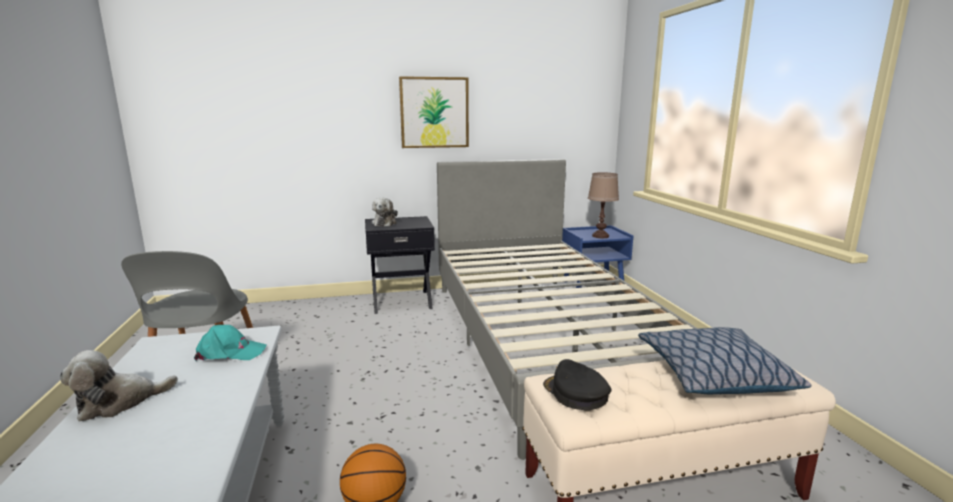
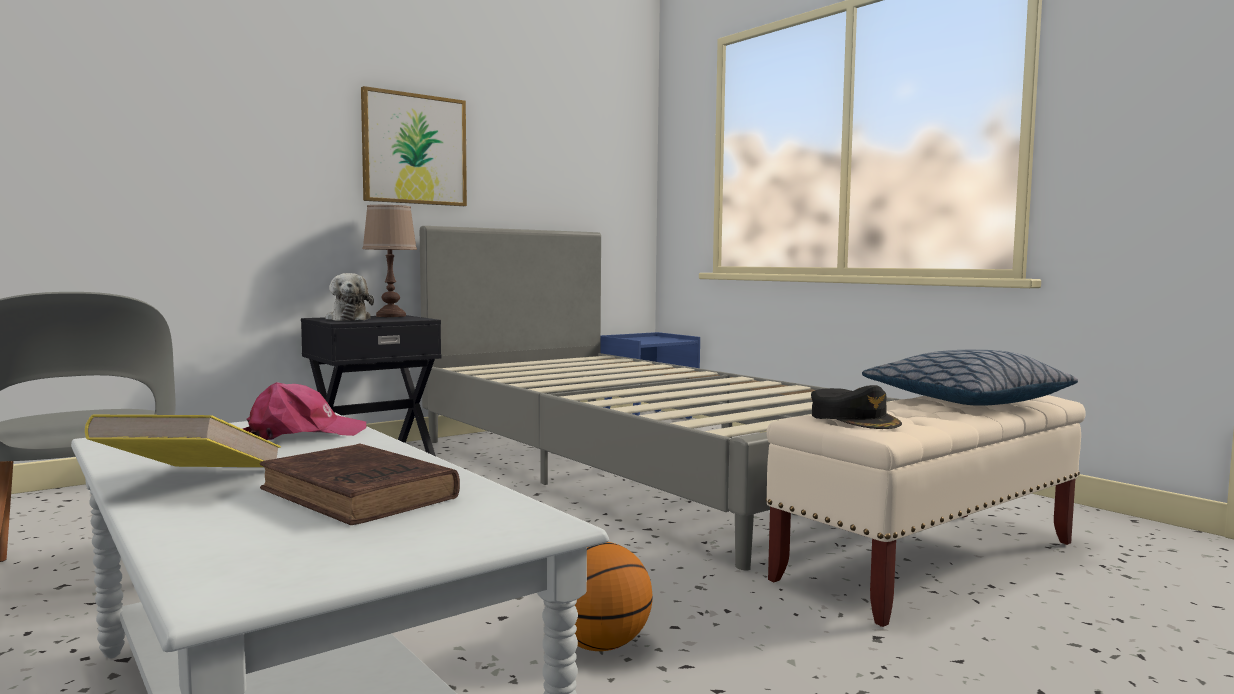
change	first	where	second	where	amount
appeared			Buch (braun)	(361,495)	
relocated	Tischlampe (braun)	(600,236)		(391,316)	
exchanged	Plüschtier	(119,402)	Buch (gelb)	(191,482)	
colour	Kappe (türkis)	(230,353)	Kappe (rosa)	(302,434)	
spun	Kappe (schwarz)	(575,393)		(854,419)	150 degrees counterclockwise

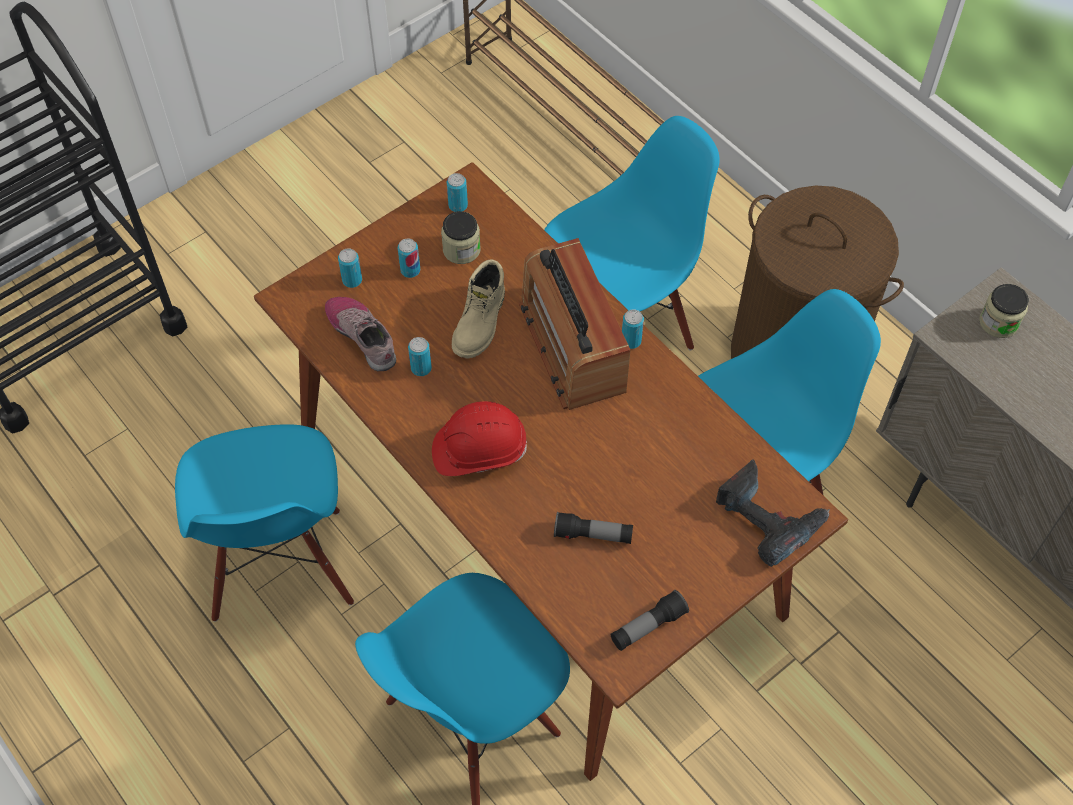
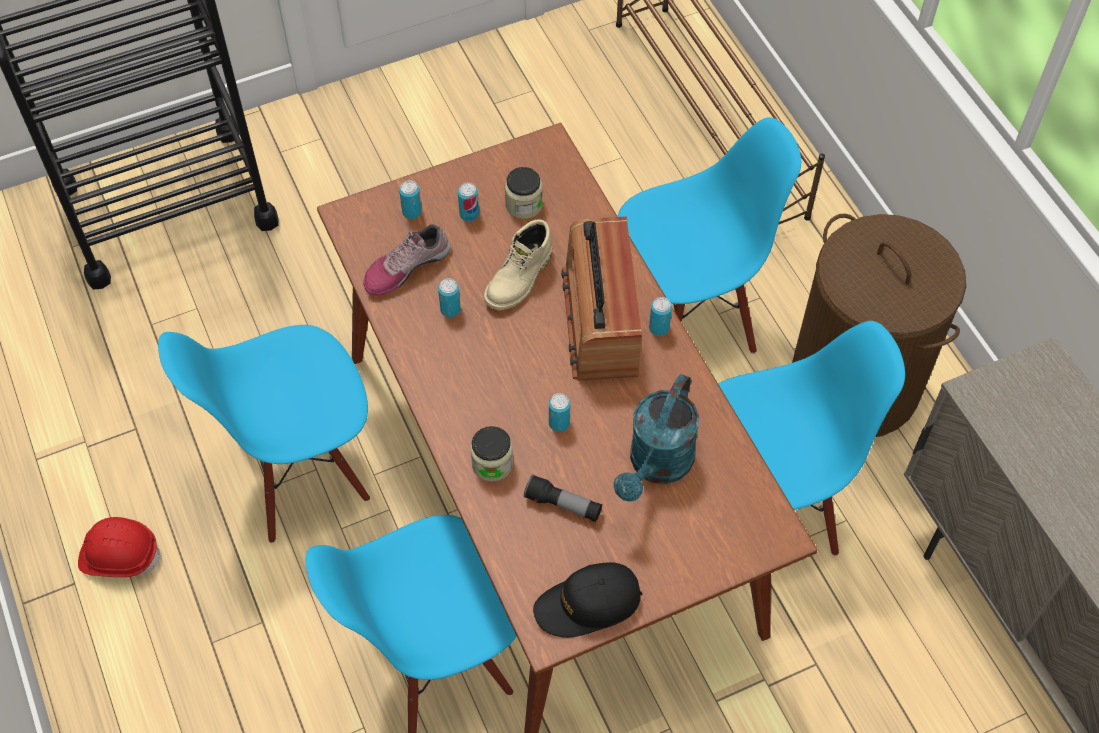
change	first	where	second	where	amount
missing	Bohrmaschine	(768,518)			
appeared			Gießkanne (türkis)	(656,466)	
relocated	Schutzhelm (rot)	(479,450)		(120,555)	
relocated	Dose	(458,205)		(559,423)	
relocated	Vorratsglas	(998,322)		(492,463)	
exchanged	Taschenlampe	(648,626)	Kappe (schwarz)	(588,604)	
spun	Stuhl (blau)	(281,566)		(298,469)	60 degrees clockwise
spun	Schuh	(363,336)		(406,267)	105 degrees counterclockwise

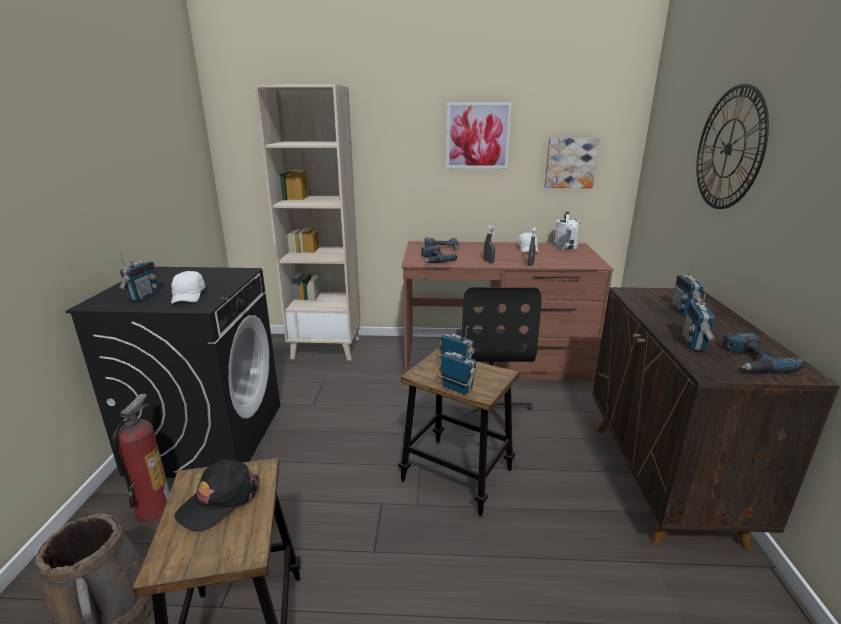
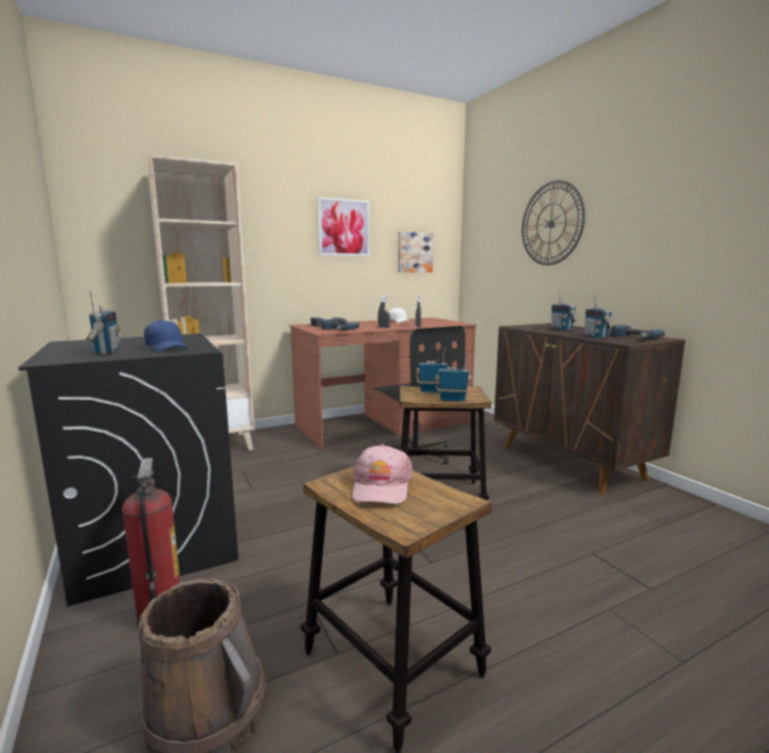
change	first	where	second	where	amount
missing	Gießkanne (weiß)	(566,247)			
colour	Kappe (weiß)	(188,296)	Kappe (blau)	(167,348)	
colour	Kappe (schwarz)	(219,500)	Kappe (rosa)	(381,486)	

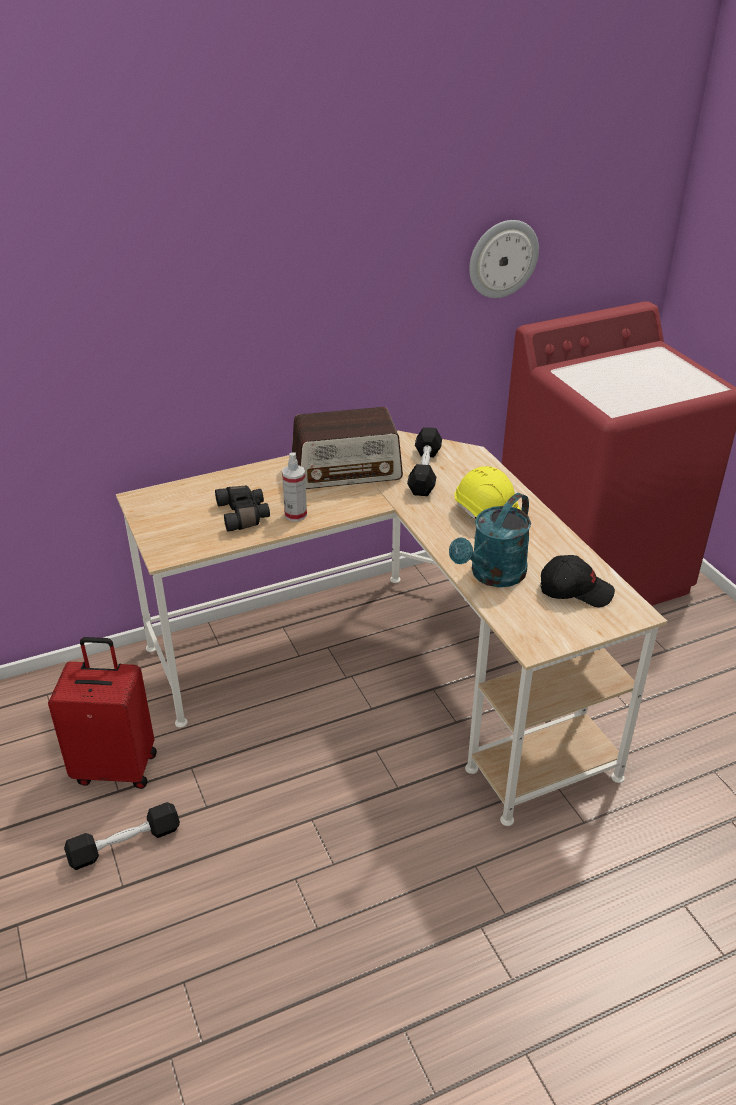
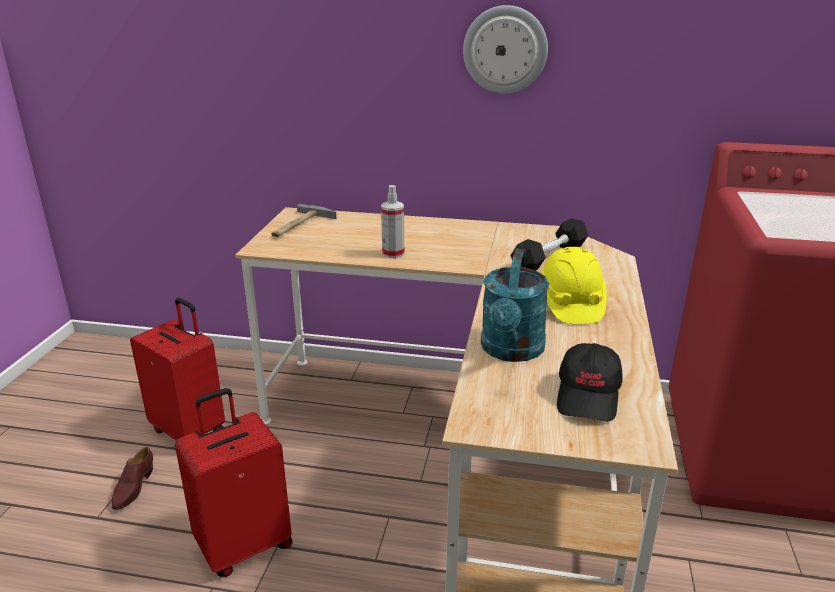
change	first	where	second	where	amount
missing	Fernglas (schwarz)	(244,515)			
missing	Radio	(347,470)			
appeared			Koffer (rot)	(244,545)	
appeared			Hammer	(299,225)	
relocated	Wanduhr	(502,258)		(505,50)	
exchanged	Hantel (schwarz)	(124,844)	Schuh (braun)	(133,487)	
spun	Gießkanne (türkis)	(492,576)		(511,351)	60 degrees counterclockwise
spun	Kappe (schwarz)	(575,590)		(589,395)	60 degrees clockwise

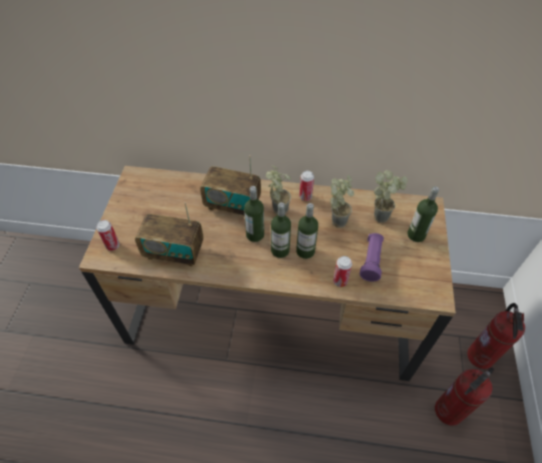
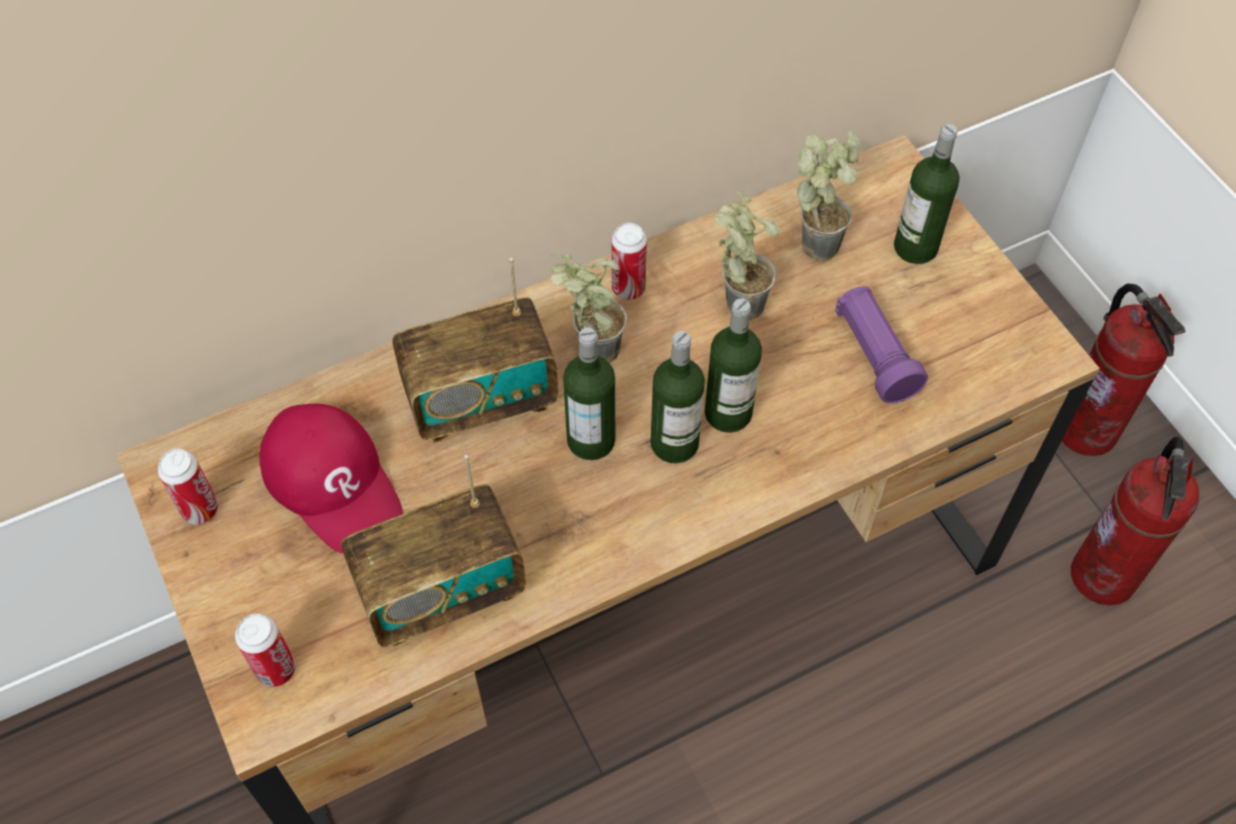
change	first	where	second	where	amount
appeared			Kappe (rot)	(333,481)	
relocated	Dose	(340,281)		(200,509)	

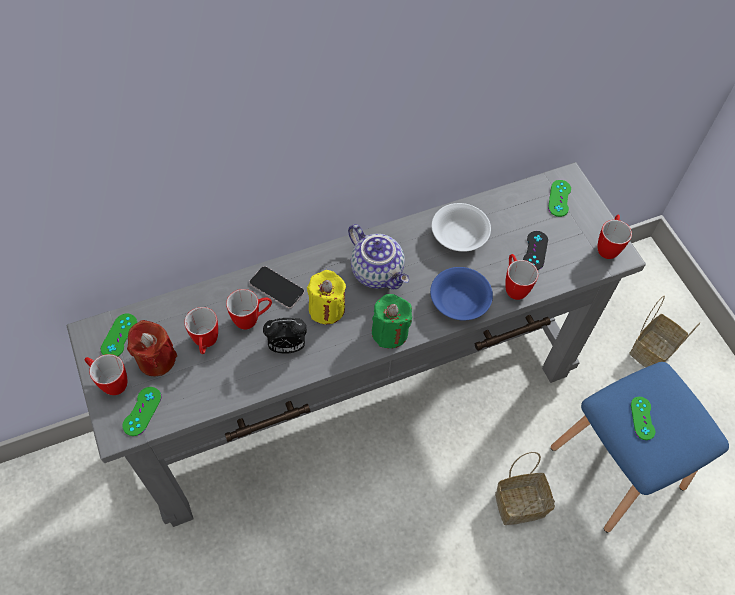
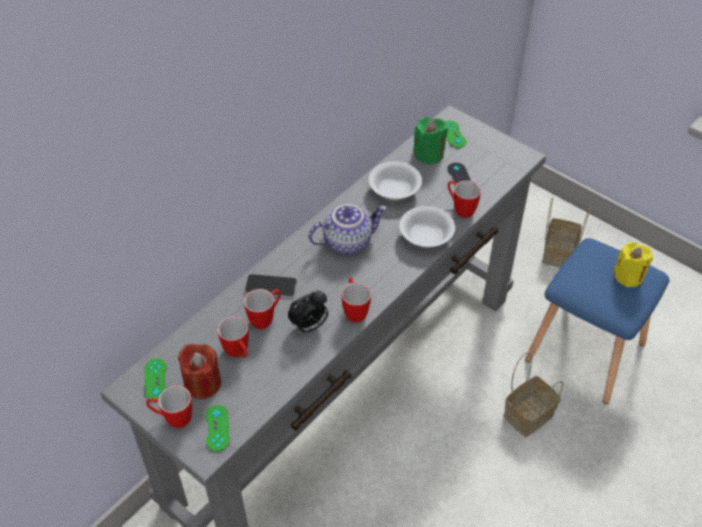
change	first	where	second	where	amount
missing	Gamepad (grün)	(642,418)			
relocated	Kerze (gelb)	(326,309)		(628,276)	
relocated	Kerze (grün)	(390,332)		(429,154)	
relocated	Henkelbecher	(608,246)		(354,310)	
colour	Schüssel (blau)	(458,302)	Schüssel (weiß)	(425,237)	
spun	Teekanne	(378,272)		(347,241)	45 degrees counterclockwise

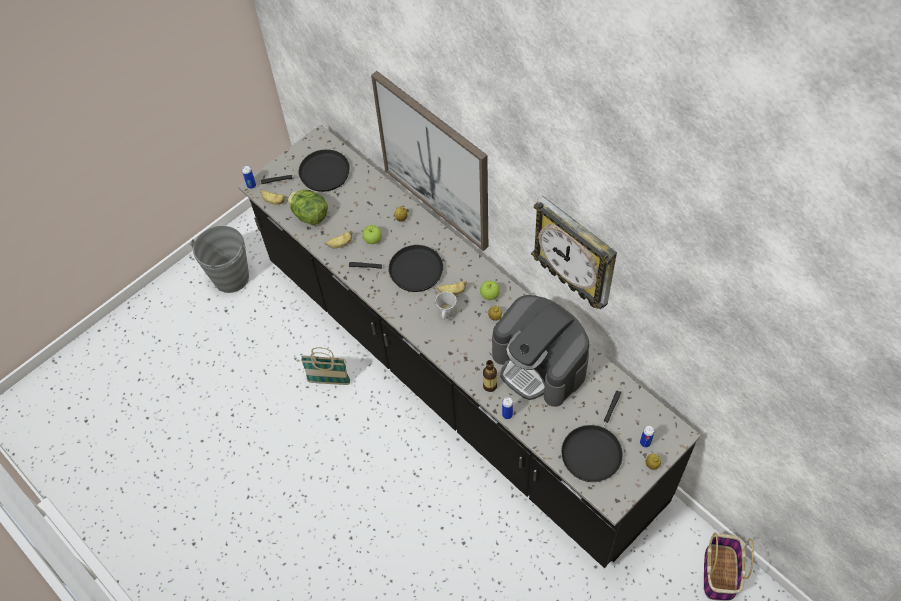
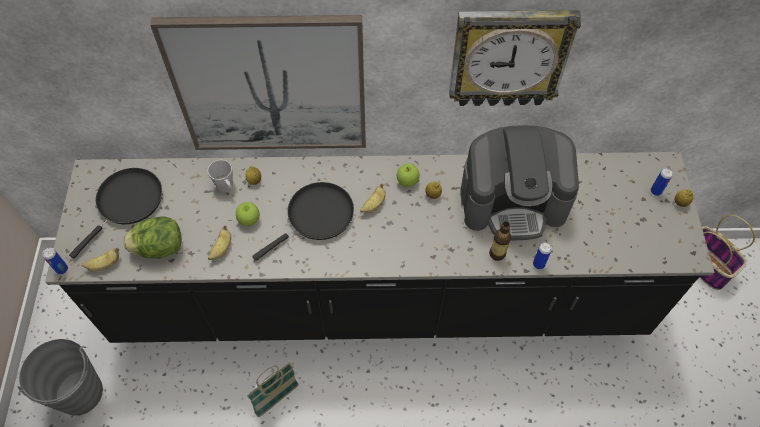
change	first	where	second	where	amount
missing	Pfanne (schwarz)	(593,451)			
relocated	Henkelbecher (grau)	(446,315)		(226,187)	

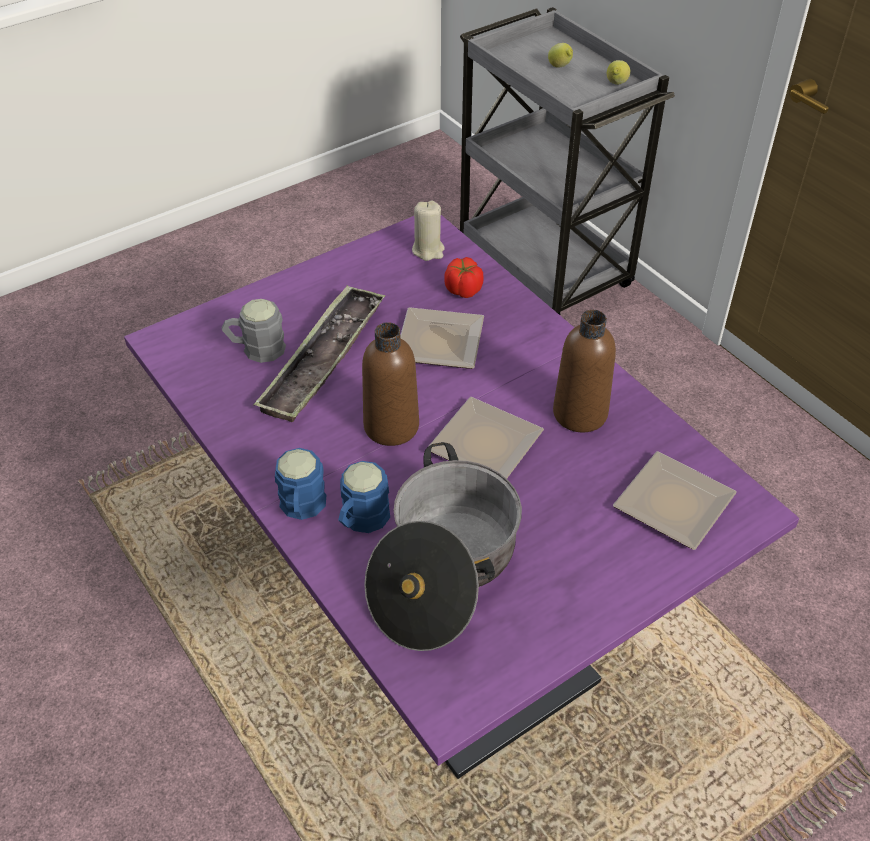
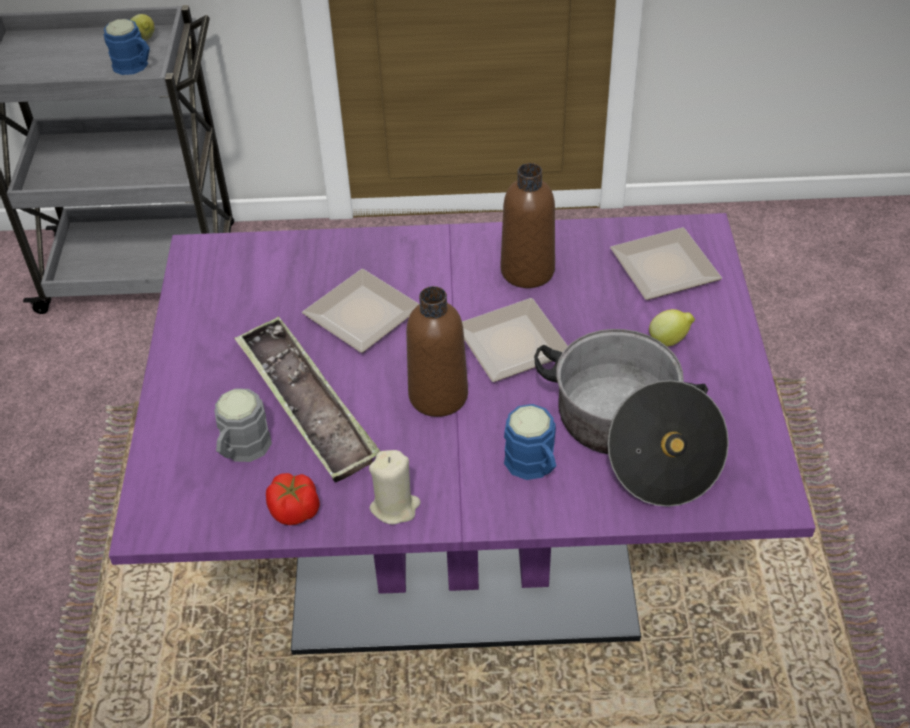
change	first	where	second	where	amount
relocated	Henkelbecher (blau)	(302,508)		(135,66)	
relocated	Kerze (beige)	(428,250)		(395,507)	
relocated	Tomate	(463,290)		(295,511)	
relocated	Zitrone	(560,67)		(669,340)	

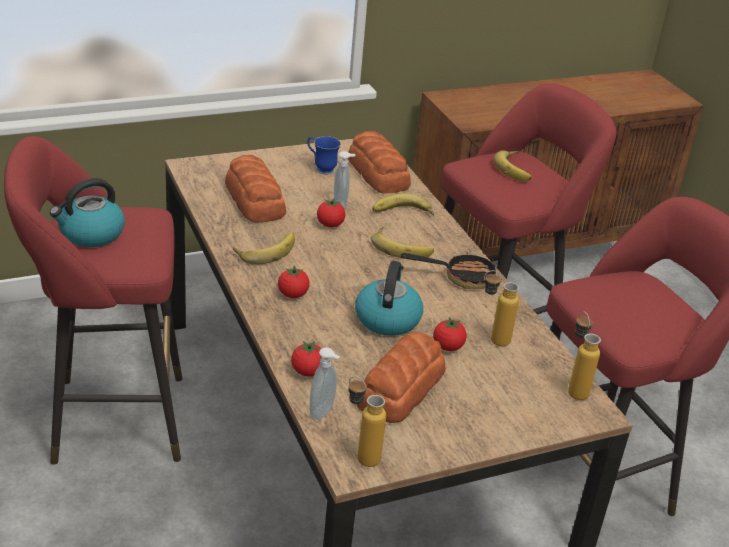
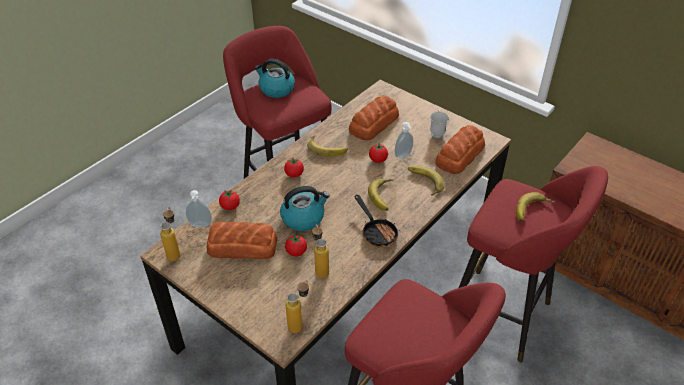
change	first	where	second	where	amount
colour	Henkelbecher (blau)	(321,168)	Henkelbecher (weiß)	(437,132)	

